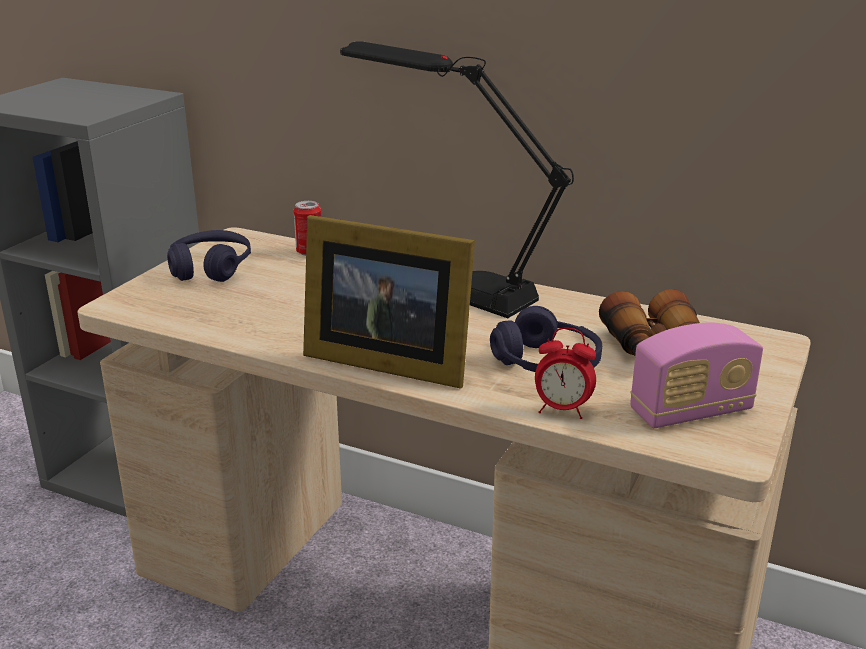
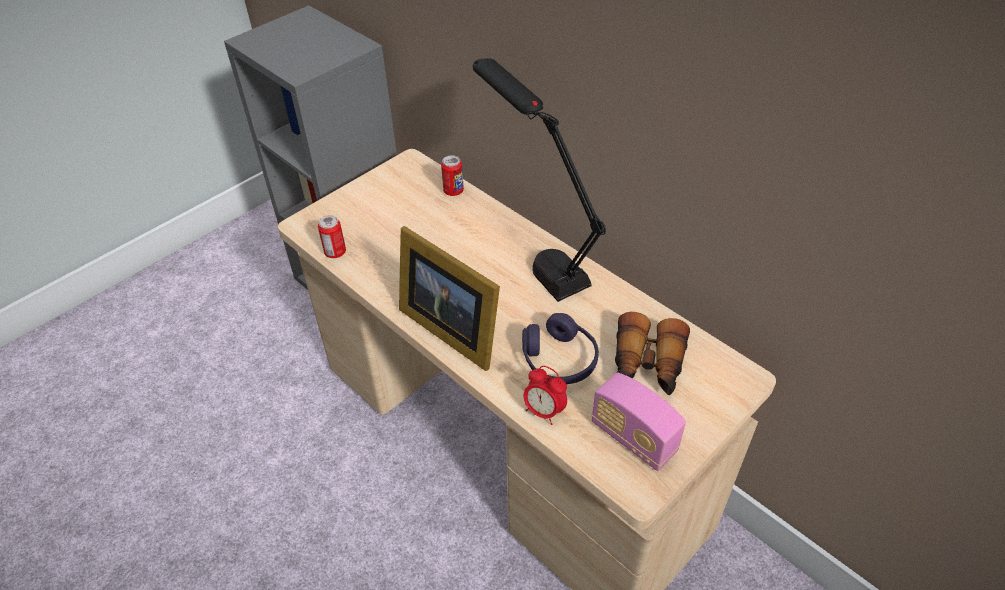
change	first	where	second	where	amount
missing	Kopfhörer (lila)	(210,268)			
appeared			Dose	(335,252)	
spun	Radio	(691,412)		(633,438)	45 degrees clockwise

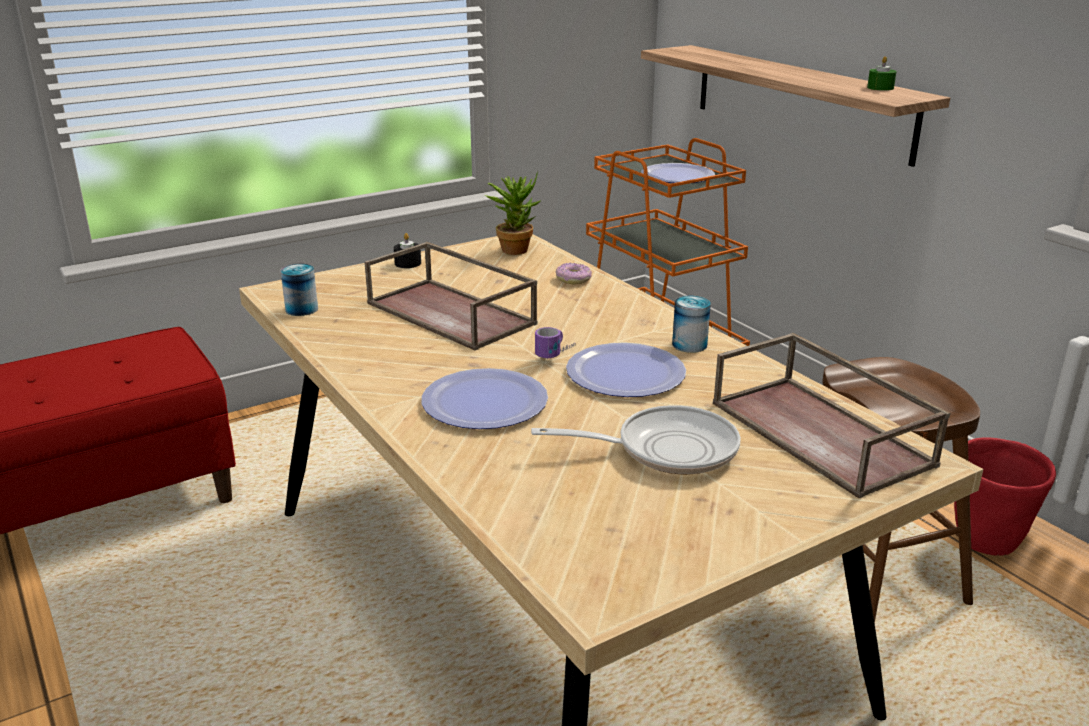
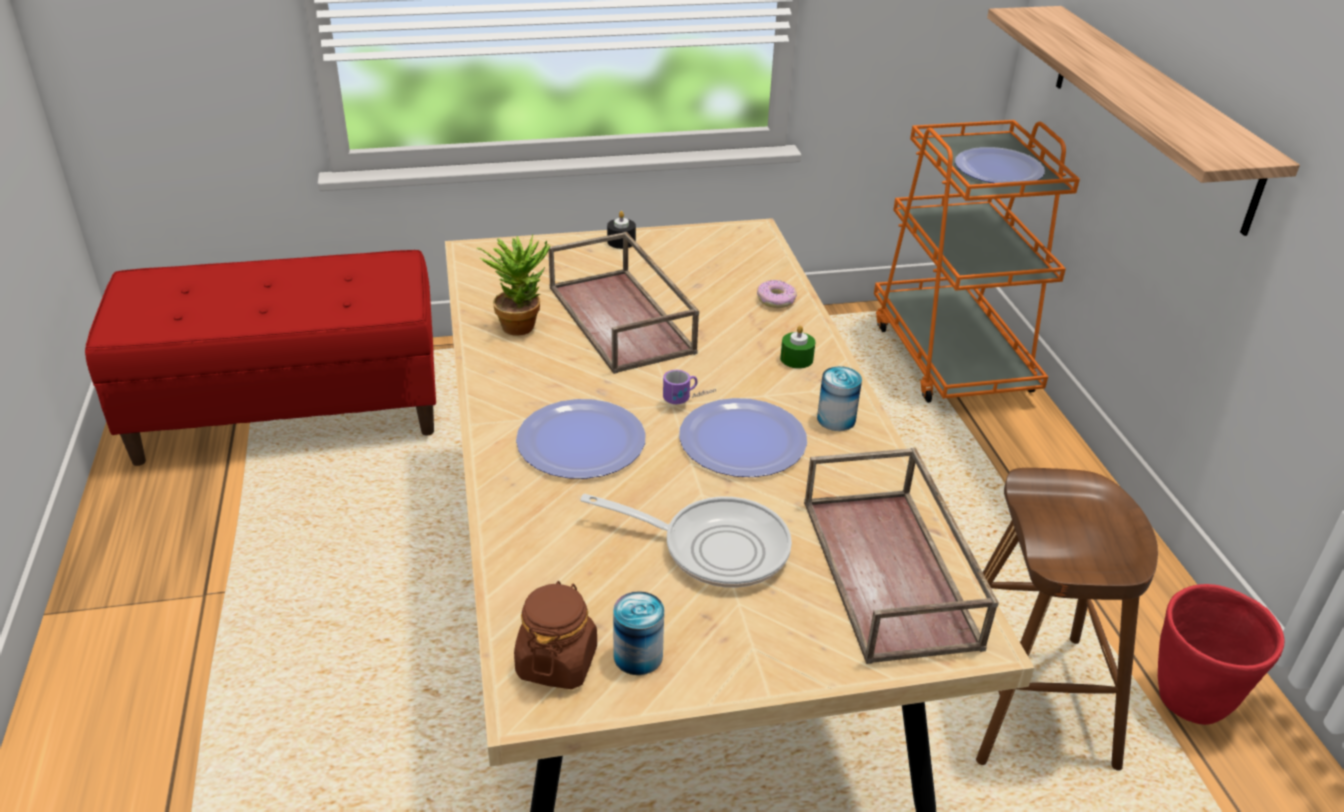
change	first	where	second	where	amount
appeared			Vorratsglas (braun)	(557,662)	
relocated	Dose	(301,309)		(638,656)	
relocated	Topfpflanze	(514,248)		(521,323)	
relocated	Kerze (grün)	(880,88)		(796,359)	

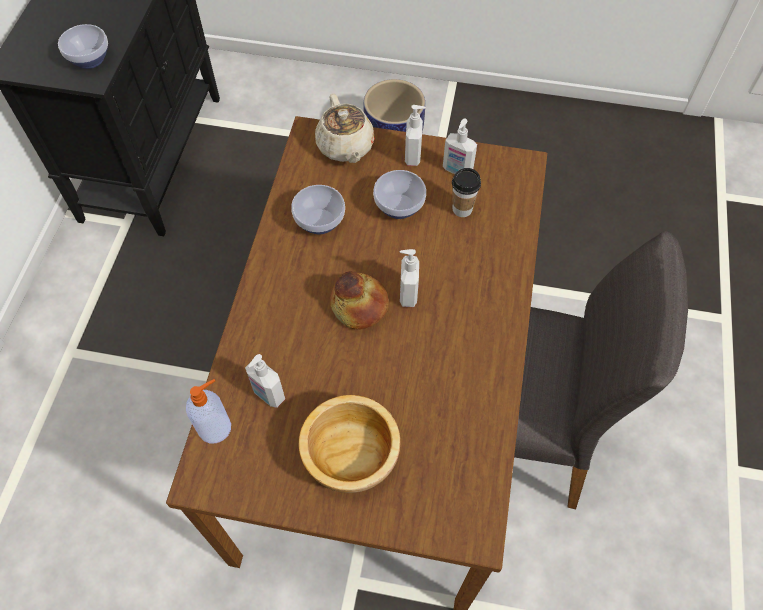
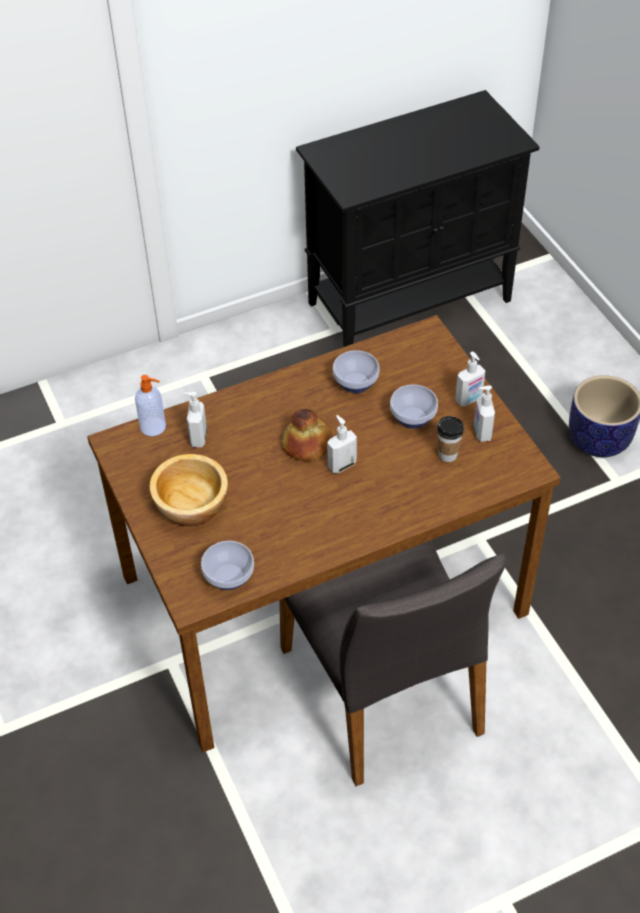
change	first	where	second	where	amount
missing	Teekanne (beige)	(345,147)			
relocated	Schüssel	(91,59)		(230,578)	

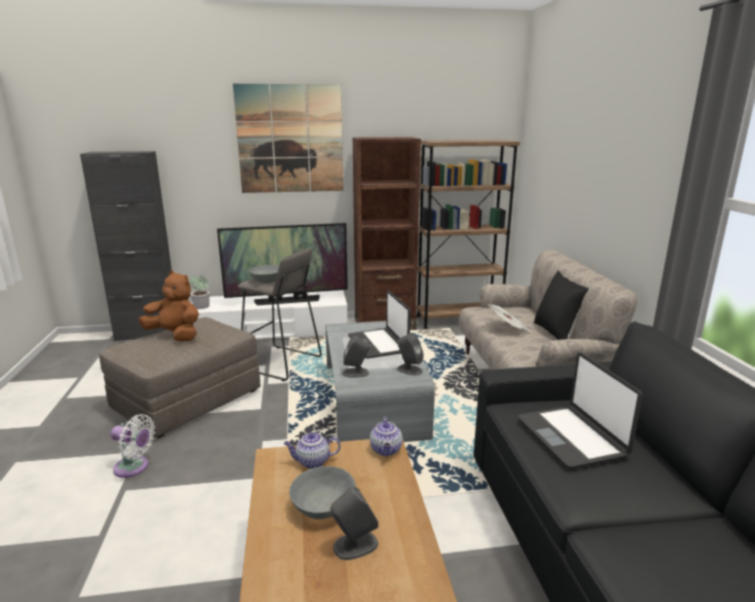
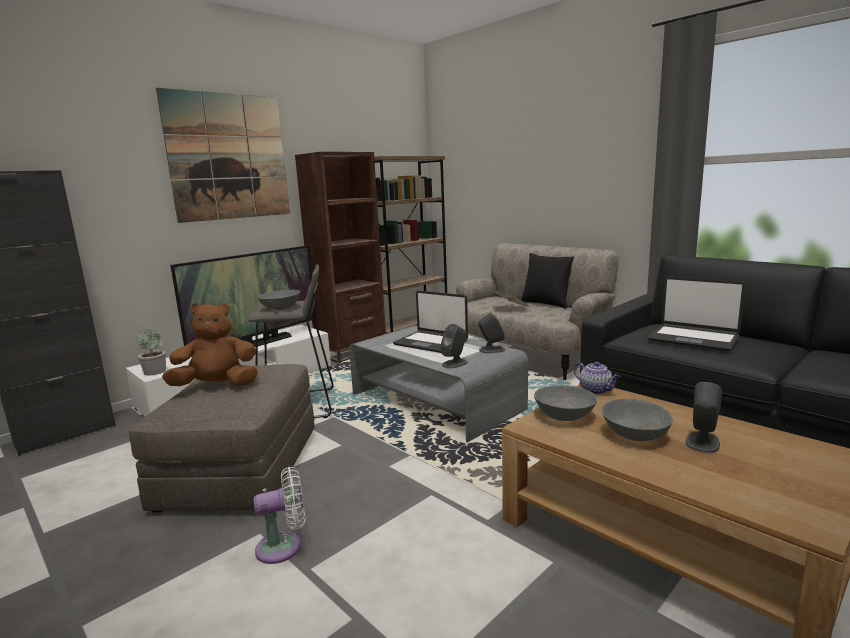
change	first	where	second	where	amount
exchanged	Teekanne	(312,462)	Schüssel (grau)	(564,416)	

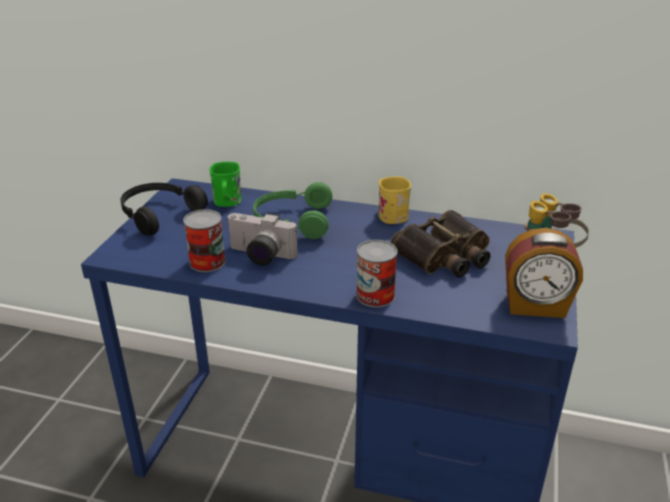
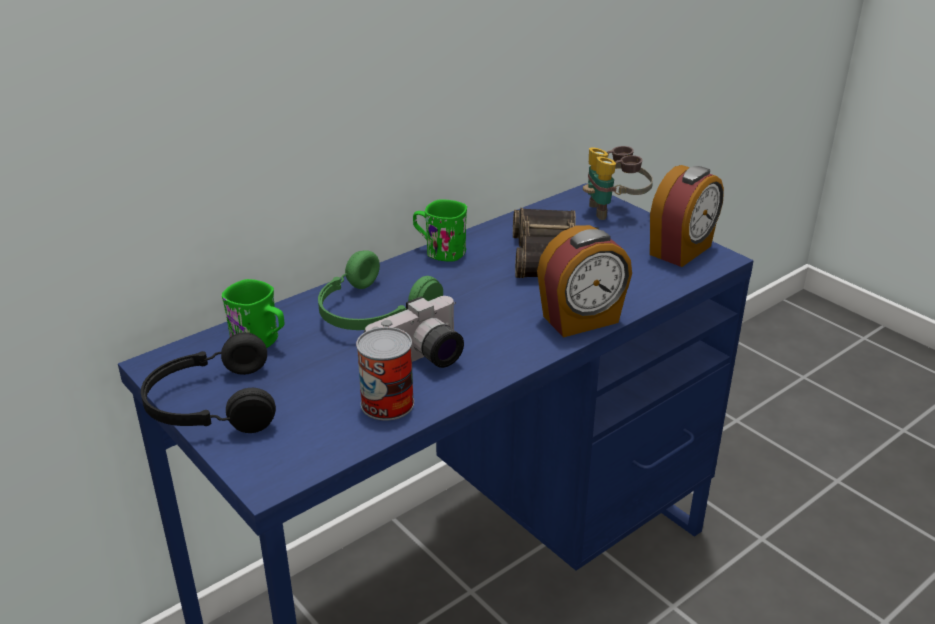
change	first	where	second	where	amount
exchanged	Dose	(375,295)	Wecker	(581,320)	
colour	Henkelbecher (gelb)	(391,214)	Henkelbecher (grün)	(439,251)	

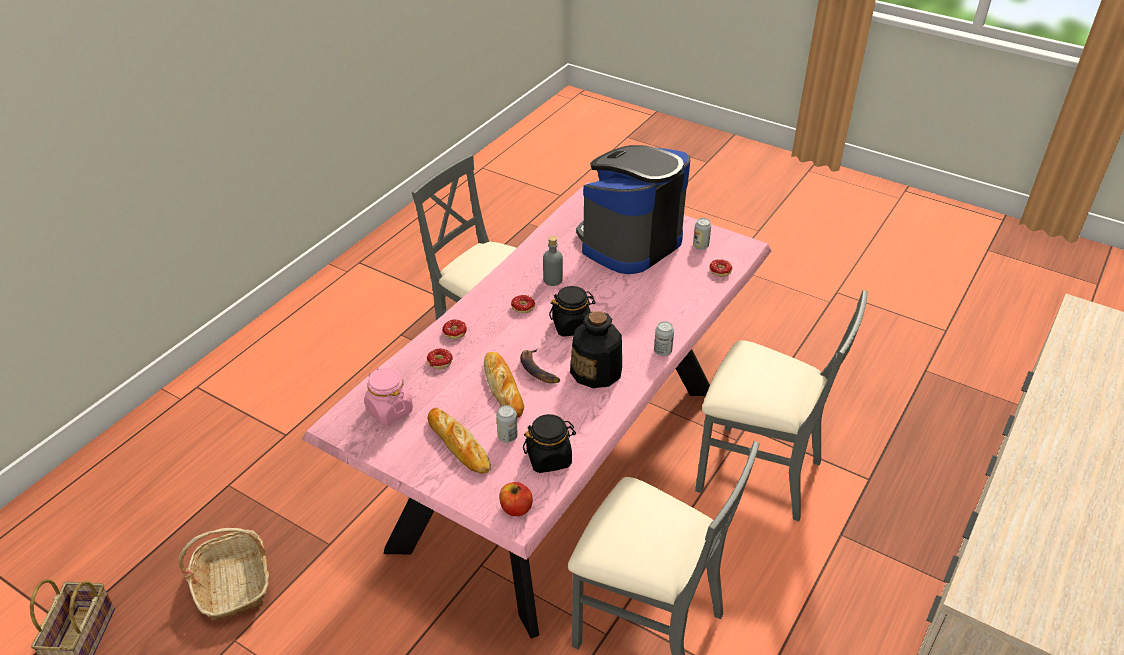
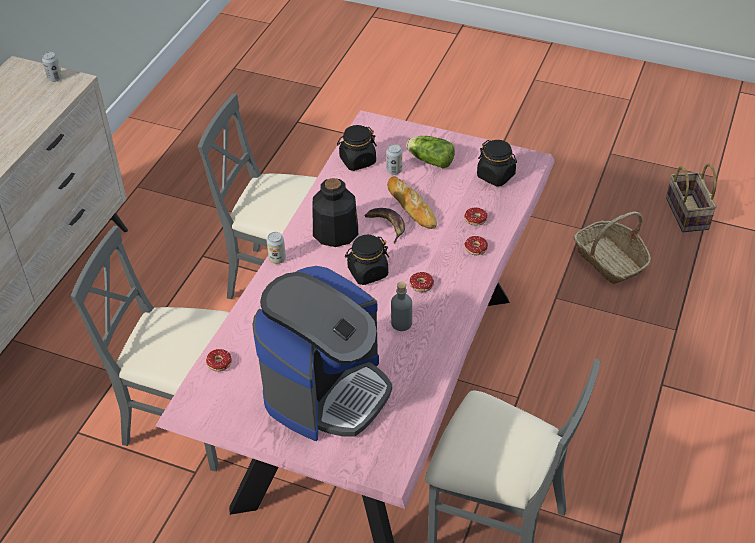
change	first	where	second	where	amount
missing	Apfel	(516,508)			
relocated	Dose	(700,246)		(55,78)	
exchanged	Brot	(458,445)	Salatkopf	(429,160)	
colour	Vorratsglas (rosa)	(389,410)	Vorratsglas (schwarz)	(496,176)	

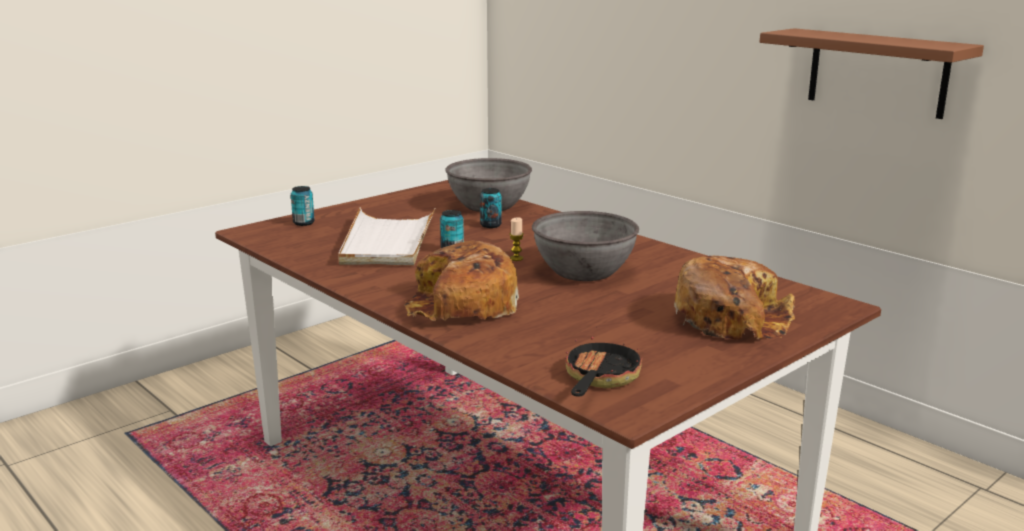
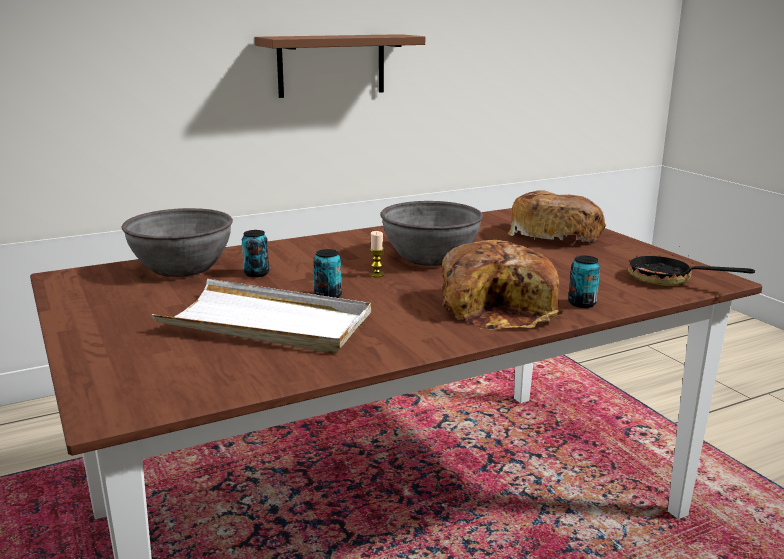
change	first	where	second	where	amount
relocated	Dose	(303,223)		(582,303)	

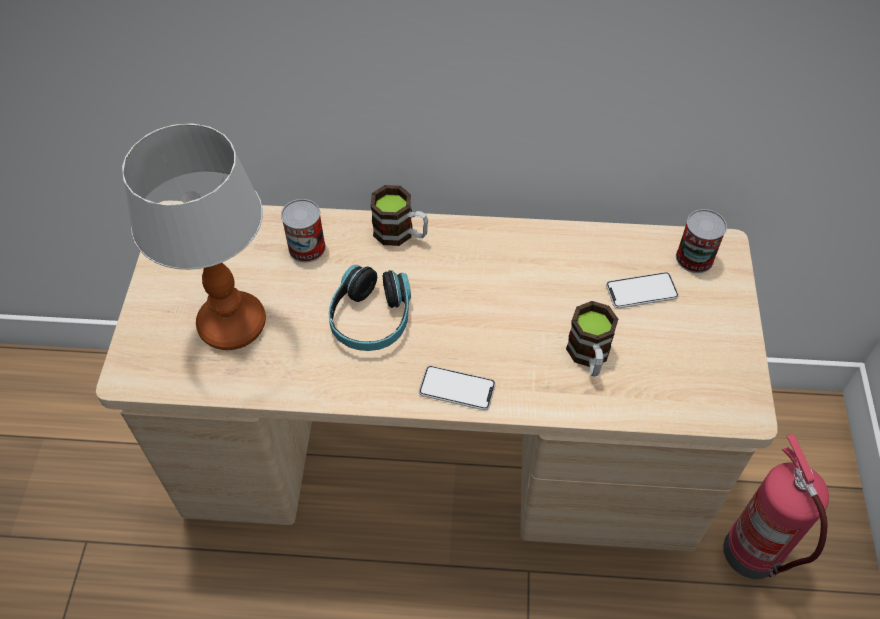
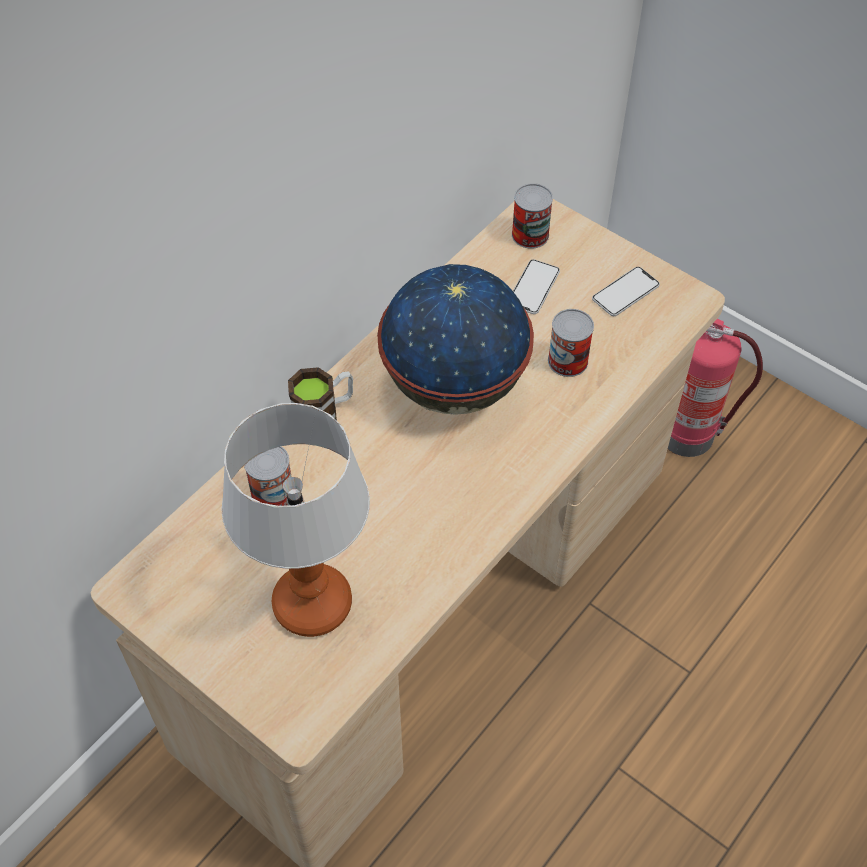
change	first	where	second	where	amount
missing	Kopfhörer	(371,319)			
appeared			Globus	(453,384)	
relocated	Handy	(457,389)		(625,292)	
exchanged	Henkelbecher	(589,356)	Dose	(567,361)	

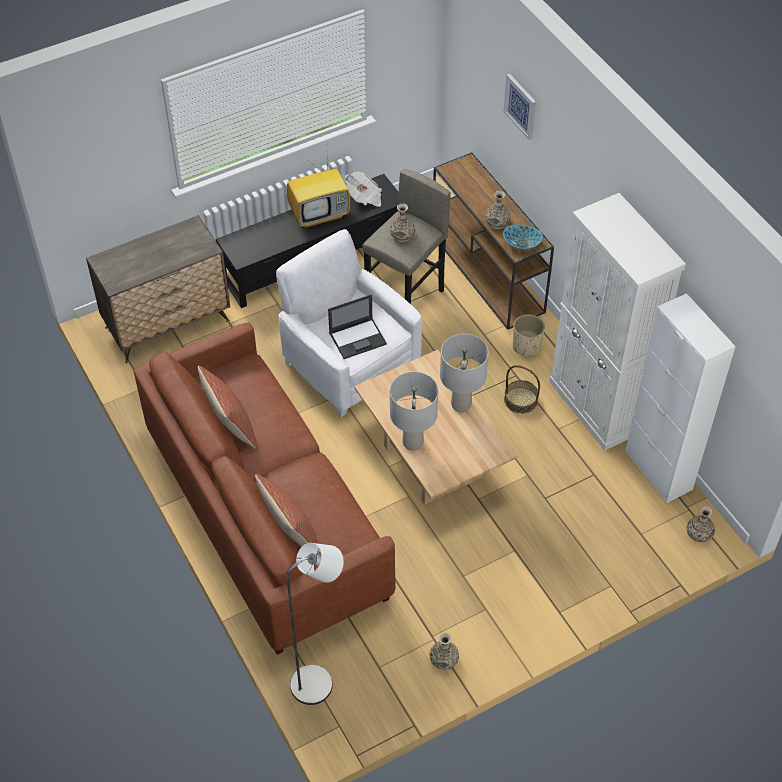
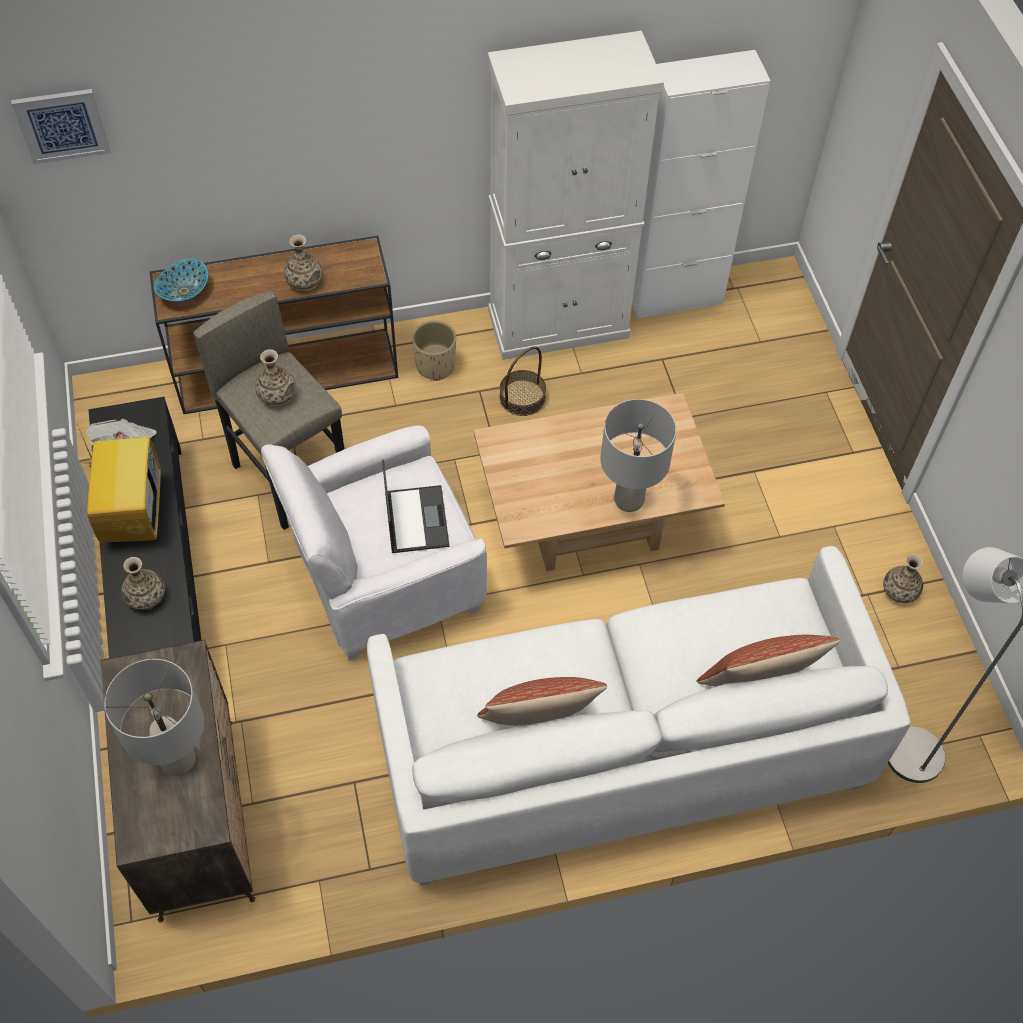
change	first	where	second	where	amount
relocated	Tischlampe (grau)	(461,404)		(178,760)	
relocated	Bild	(520,106)		(62,125)	
relocated	Schüssel	(522,244)		(184,292)	
relocated	Vase	(699,534)		(146,597)	
colour	Sofa (braun)	(265,513)	Sofa (weiß)	(620,750)	

